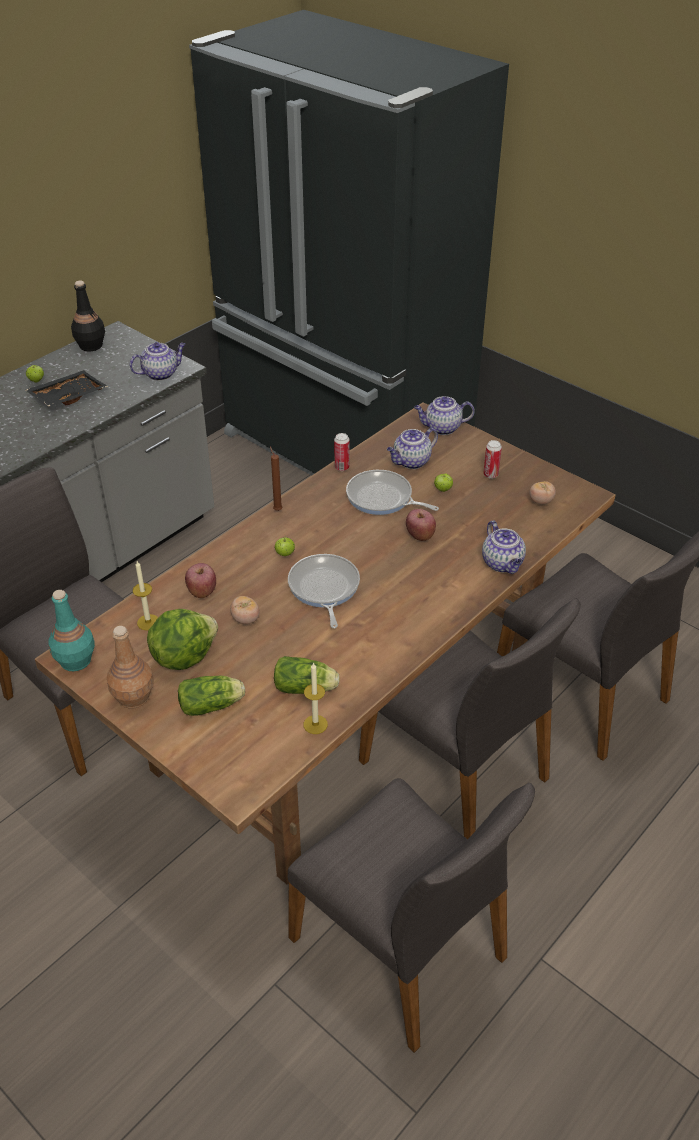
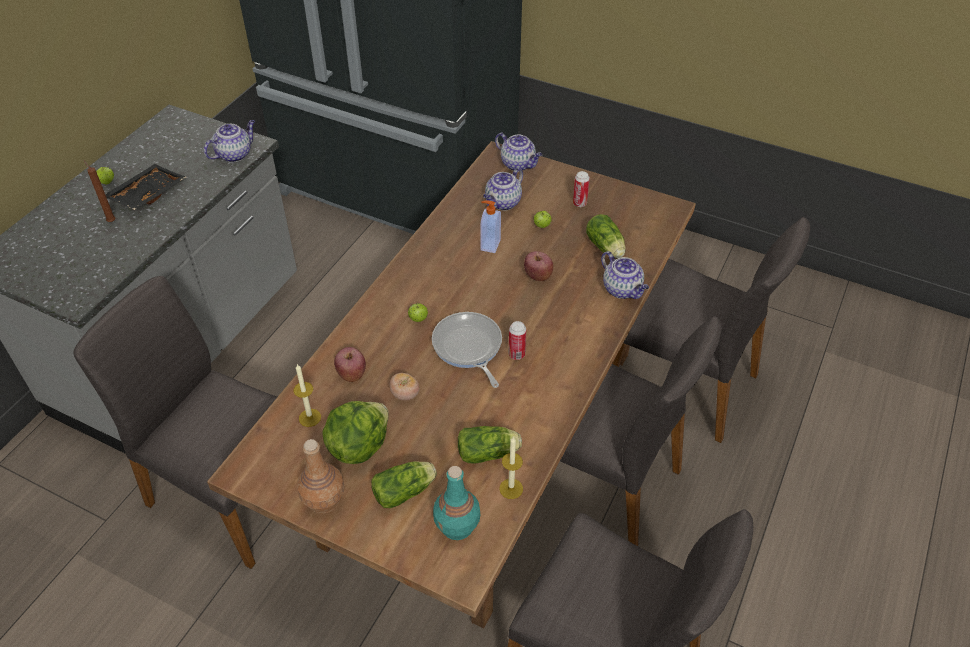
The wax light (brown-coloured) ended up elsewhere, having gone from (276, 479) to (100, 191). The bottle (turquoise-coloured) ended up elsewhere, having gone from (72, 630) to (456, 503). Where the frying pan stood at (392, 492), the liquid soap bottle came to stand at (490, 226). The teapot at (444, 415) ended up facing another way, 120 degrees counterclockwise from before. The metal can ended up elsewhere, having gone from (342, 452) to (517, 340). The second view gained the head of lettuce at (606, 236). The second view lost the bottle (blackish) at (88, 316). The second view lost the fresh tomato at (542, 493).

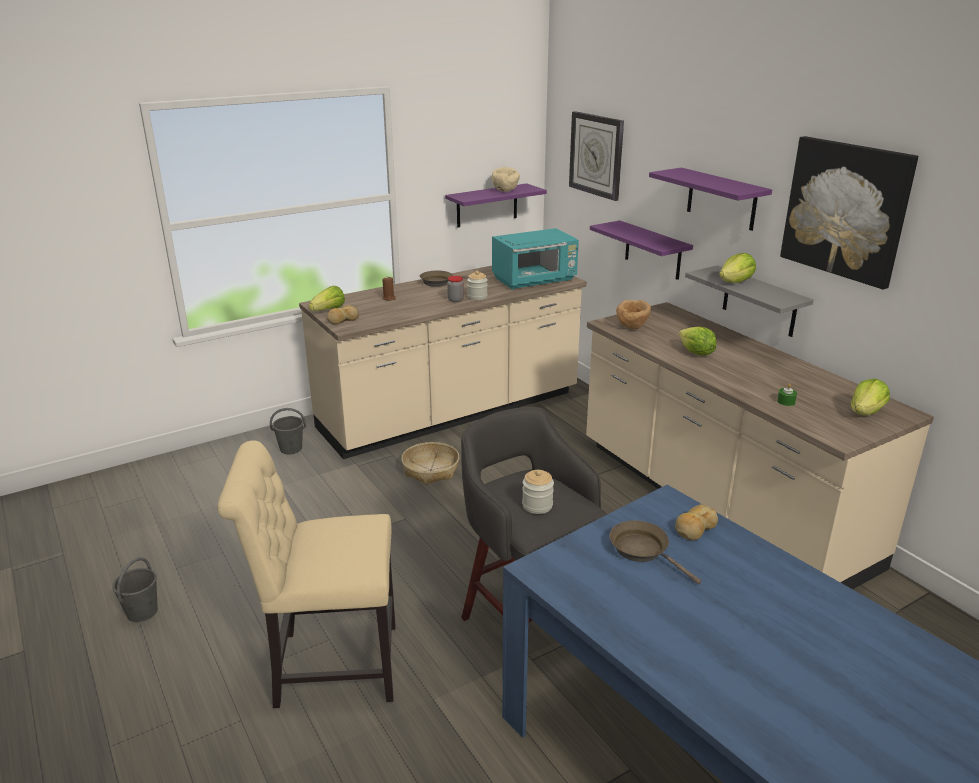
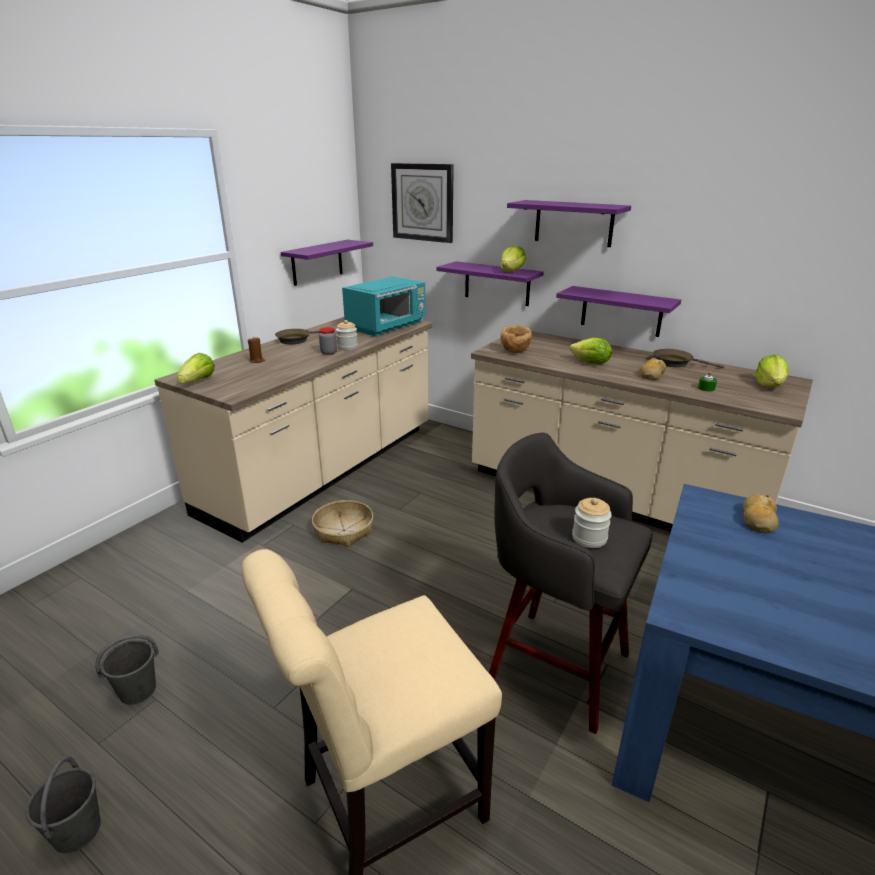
The bucket (grey) ended up elsewhere, having gone from (288, 431) to (127, 669). The head of lettuce ended up elsewhere, having gone from (737, 268) to (513, 259). What was the shelf (grey) at (749, 301) turned into the shelf (purple) at (618, 311). The bakery bread ended up elsewhere, having gone from (343, 314) to (653, 369). The frying pan (brown-coloured) ended up elsewhere, having gone from (655, 552) to (689, 358). The second view lost the serving bowl (beige-coloured) at (506, 179). The second view lost the wall art at (849, 212).

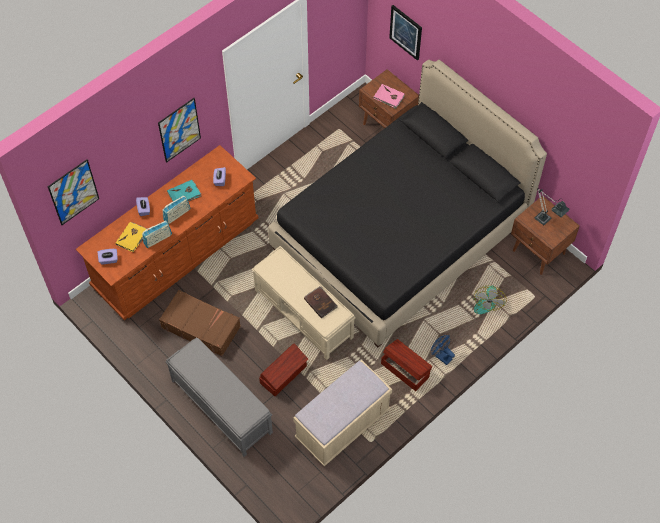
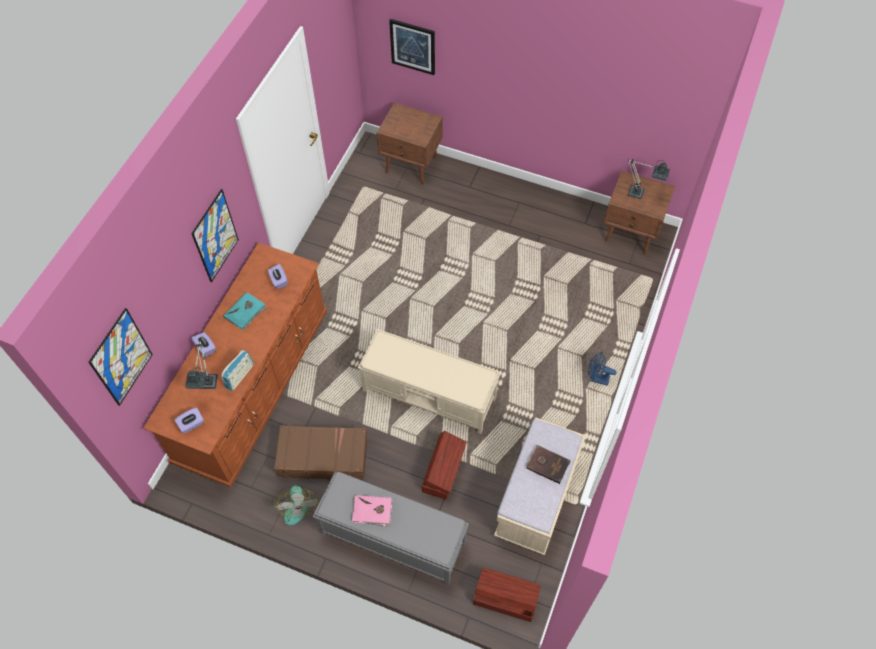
Where the volume (yellow) stood at (131, 237), the table lamp came to stand at (201, 364). The cooling fan ended up elsewhere, having gone from (490, 300) to (295, 505). The volume (pinkish) ended up elsewhere, having gone from (389, 96) to (372, 511). The storage container (brown-coloured) ended up elsewhere, having gone from (407, 365) to (507, 594). The volume (brown-coloured) ended up elsewhere, having gone from (320, 302) to (548, 464). The second view lost the radio receiver at (176, 209). The second view lost the sleeping bed (blackish) at (407, 203).

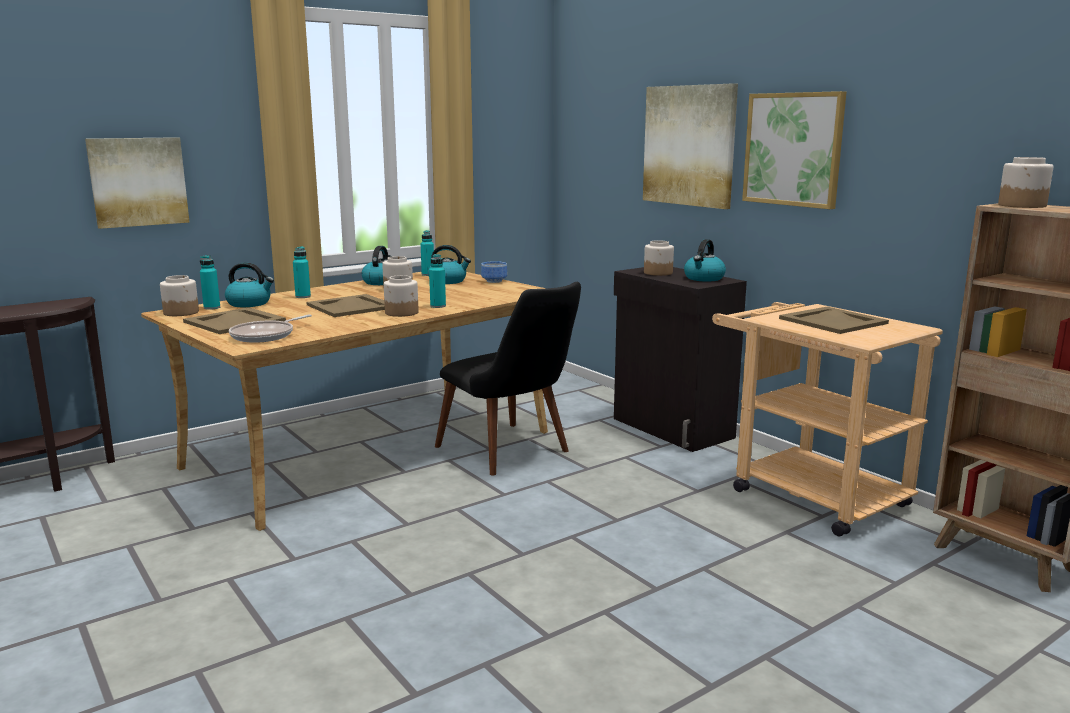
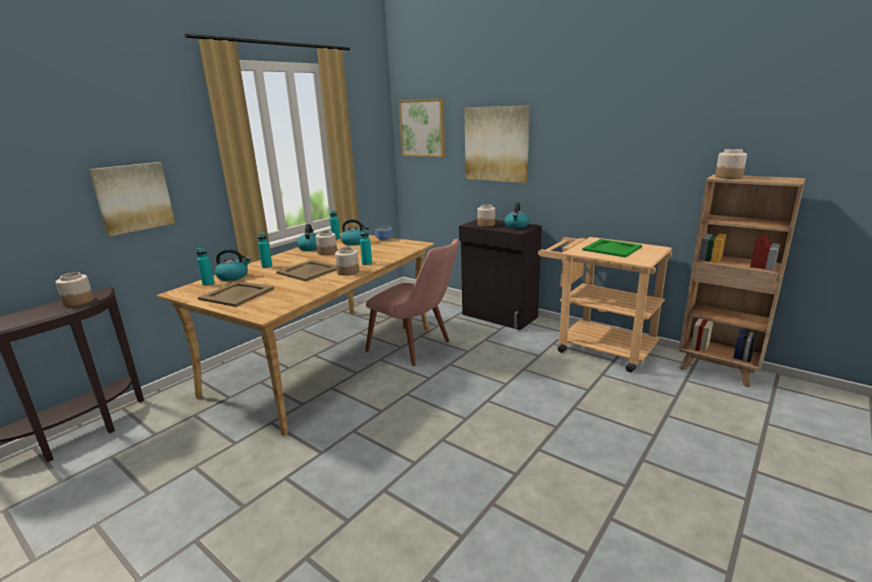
The storage jar ended up elsewhere, having gone from (179, 295) to (74, 289). What was the chair (blackish) at (508, 379) turned into the chair (pinkish) at (412, 302). The wall art ended up elsewhere, having gone from (794, 150) to (422, 128). What was the serving tray (beige-coloured) at (834, 320) turned into the serving tray (green) at (612, 248). The second view lost the frying pan at (270, 328).

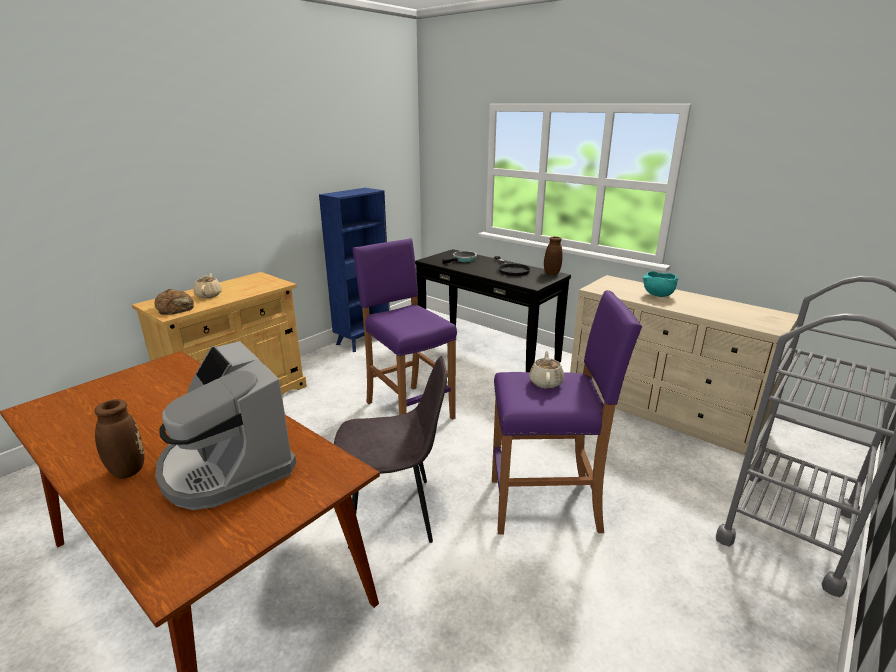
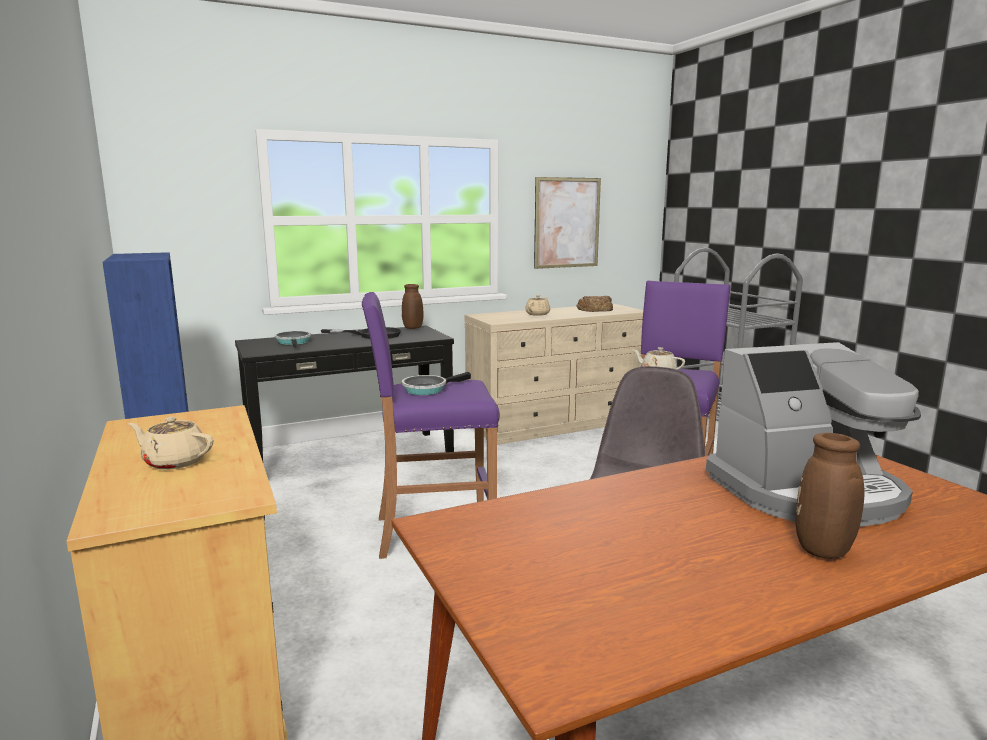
The second view gained the frying pan at (436, 383). Where the serving bowl (turquoise-coloured) stood at (661, 284), the teapot (beige-coloured) came to stand at (537, 305). The second view gained the wall art at (567, 223). The bakery bread ended up elsewhere, having gone from (174, 302) to (594, 304).

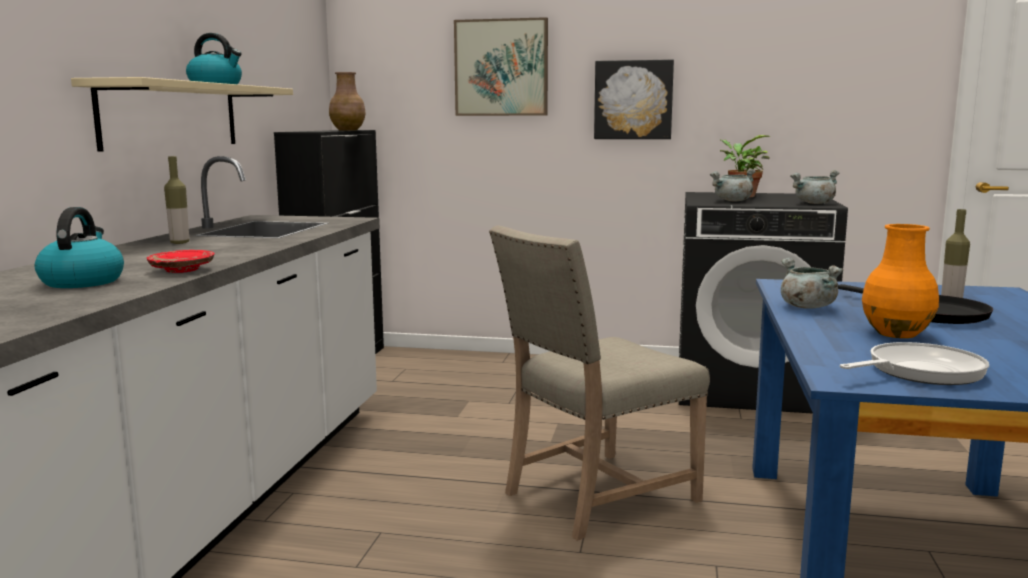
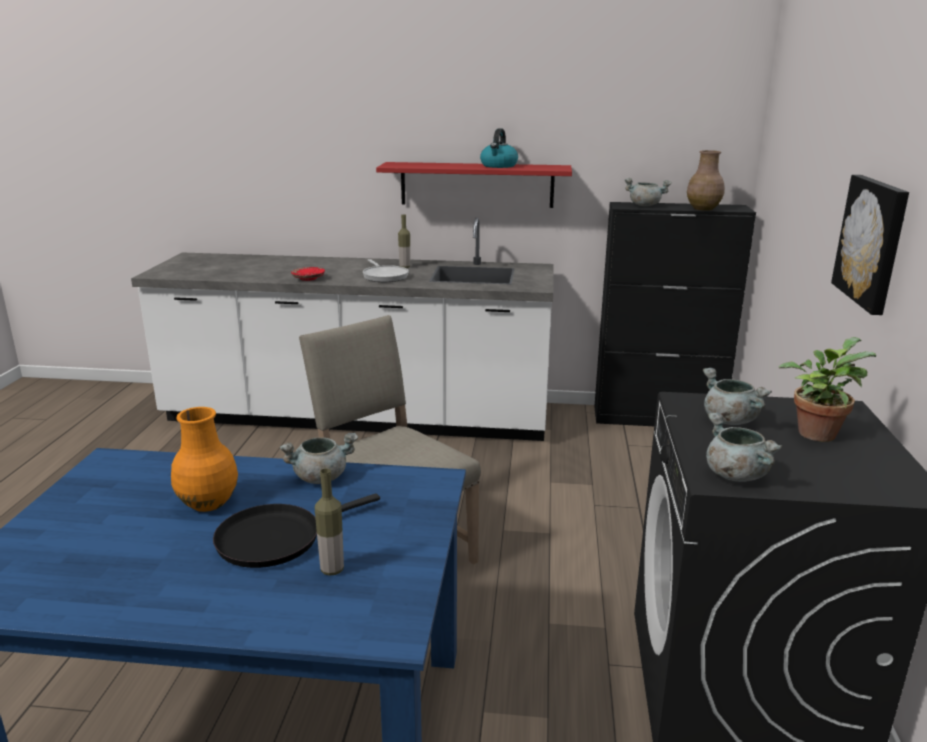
The frying pan ended up elsewhere, having gone from (914, 363) to (386, 270). What was the shelf (beige-coloured) at (182, 114) turned into the shelf (red-coloured) at (474, 185). The second view gained the saucepot (grey) at (648, 192). The second view lost the water kettle at (79, 247). The second view lost the wall art at (501, 66).

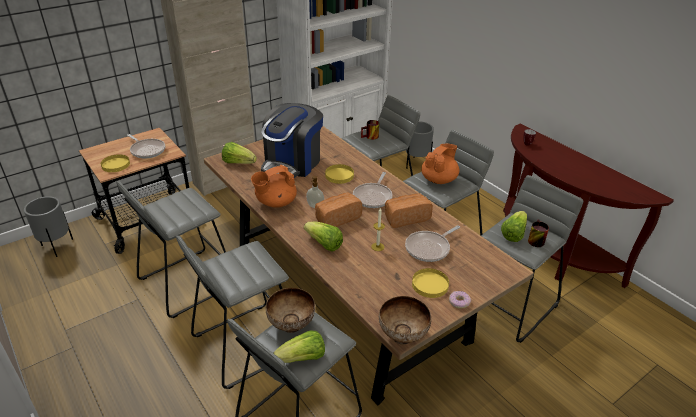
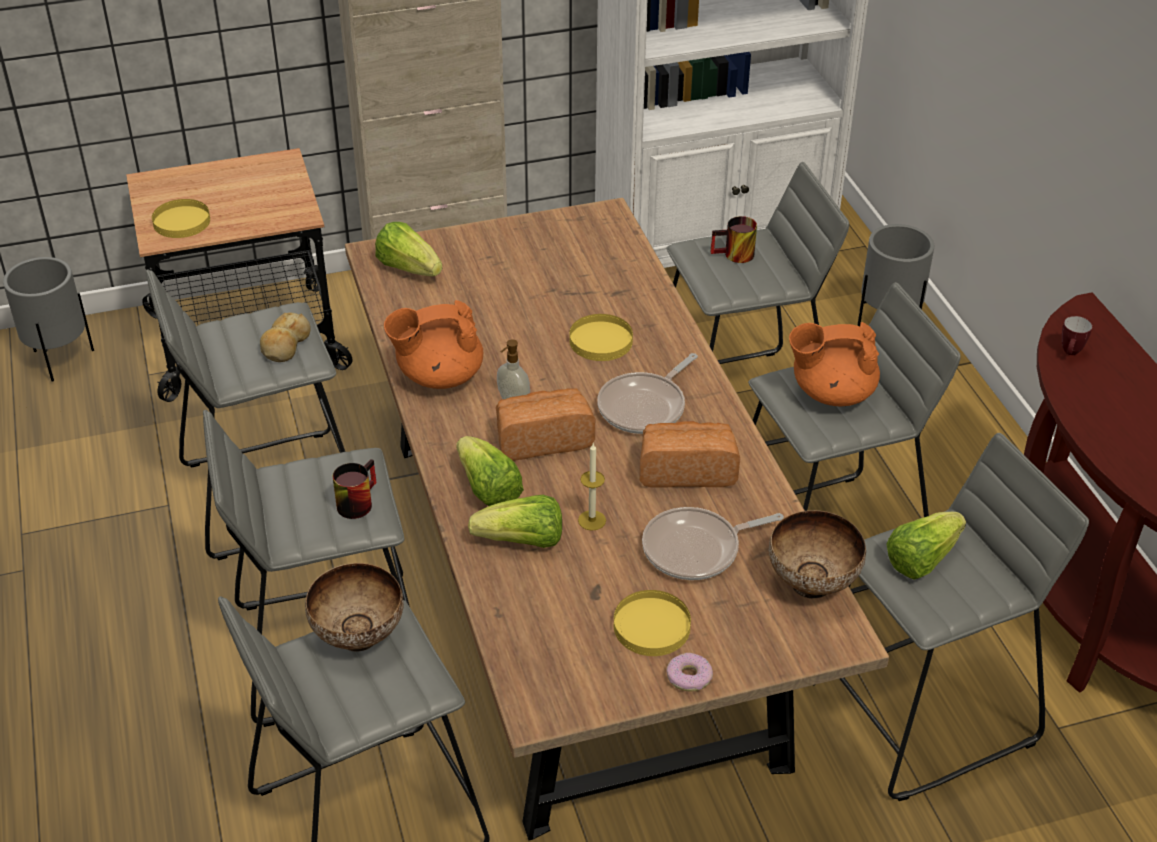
The second view gained the bakery bread at (285, 337). The coffee mug ended up elsewhere, having gone from (538, 233) to (354, 489). The head of lettuce ended up elsewhere, having gone from (299, 347) to (515, 521). The serving bowl ended up elsewhere, having gone from (405, 320) to (817, 554). The teapot (orange-coloured) at (440, 164) ended up facing another way, 150 degrees counterclockwise from before. The second view lost the frying pan at (146, 146). The second view lost the coffee maker at (292, 140).

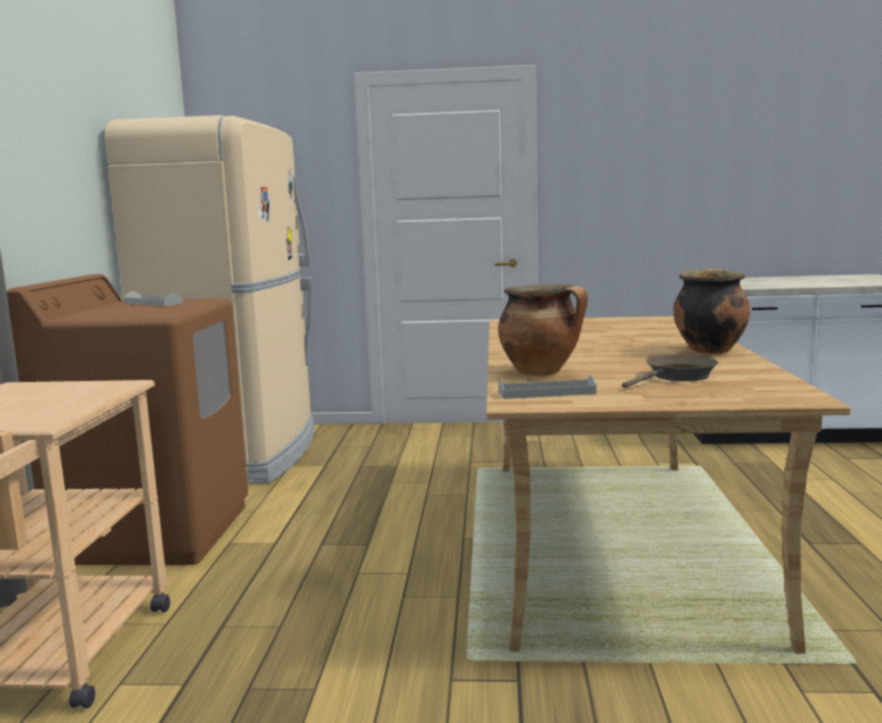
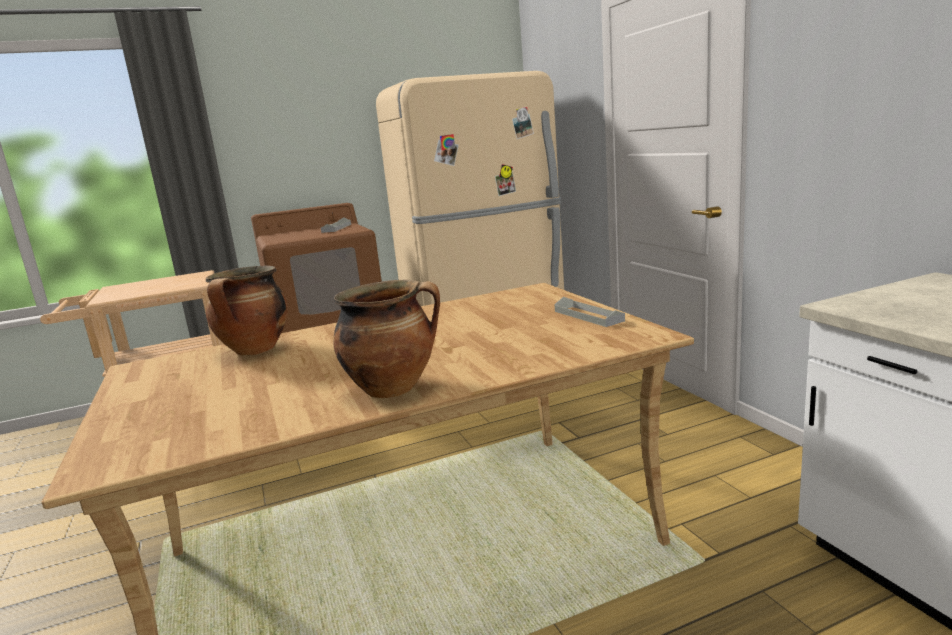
The serving tray (grey) ended up elsewhere, having gone from (547, 387) to (590, 312). The second view lost the frying pan (brown-coloured) at (670, 371).

